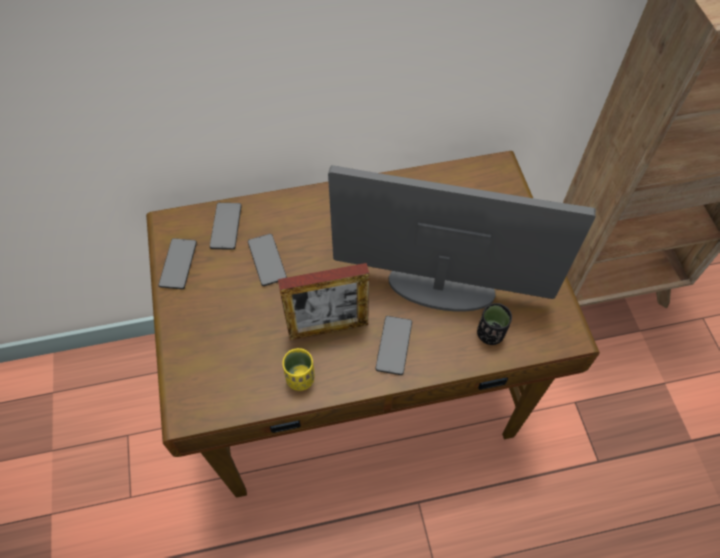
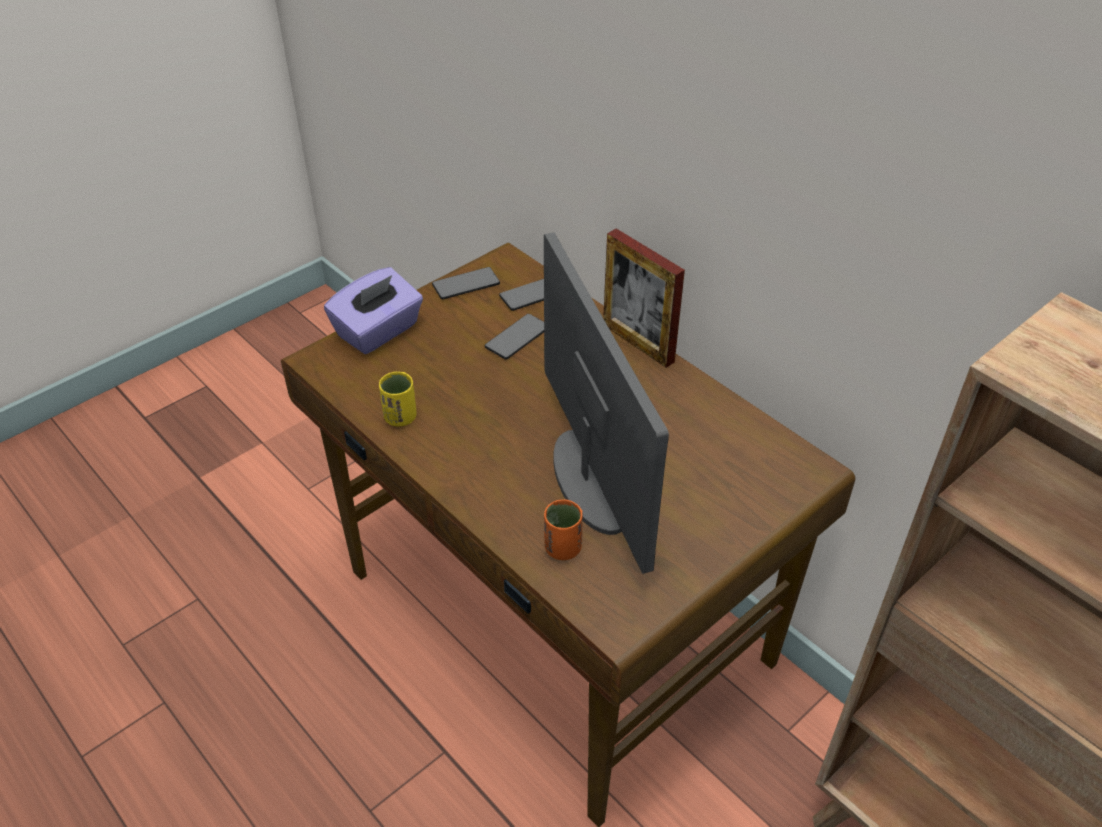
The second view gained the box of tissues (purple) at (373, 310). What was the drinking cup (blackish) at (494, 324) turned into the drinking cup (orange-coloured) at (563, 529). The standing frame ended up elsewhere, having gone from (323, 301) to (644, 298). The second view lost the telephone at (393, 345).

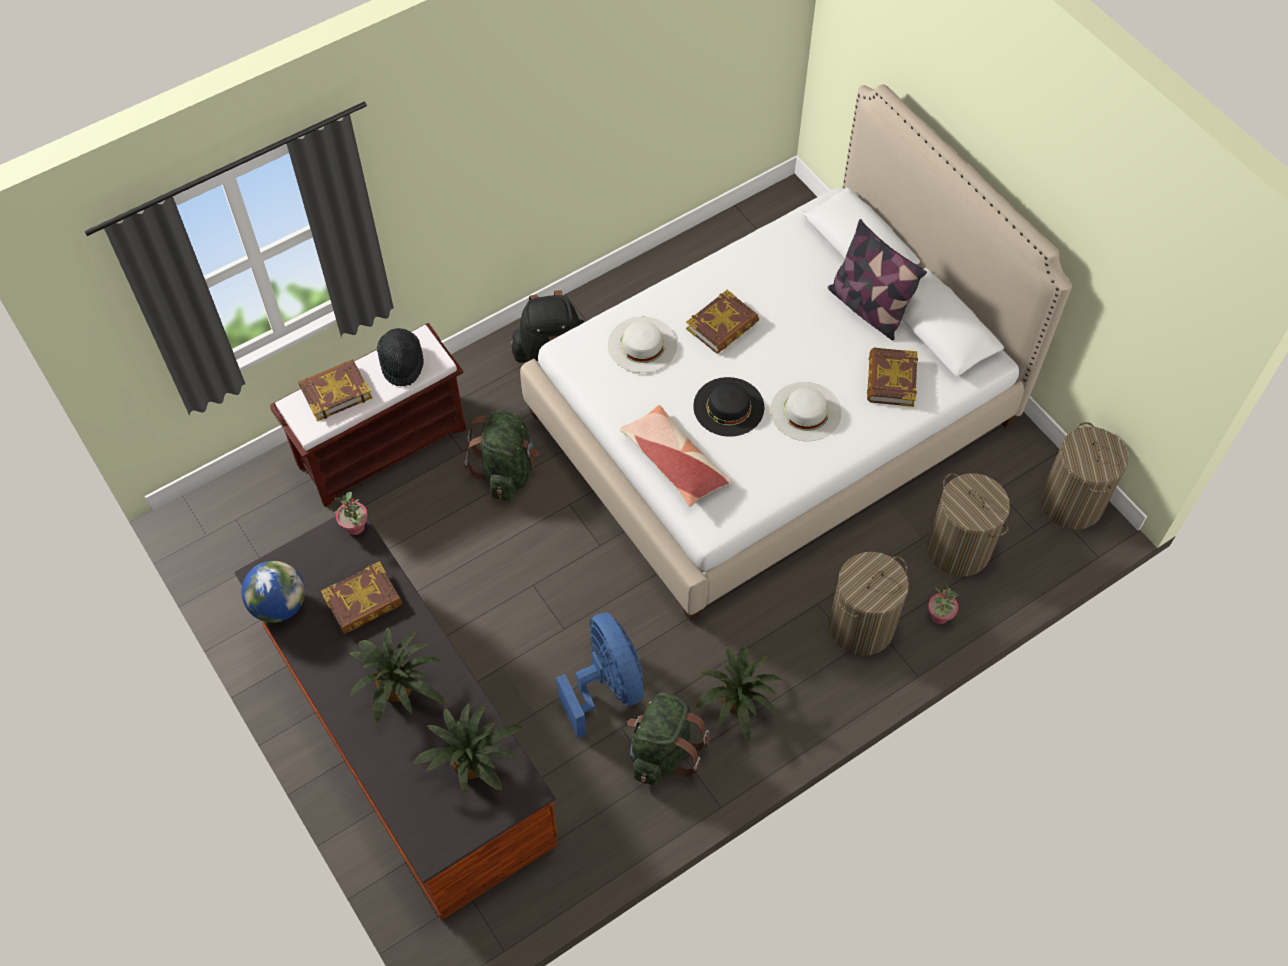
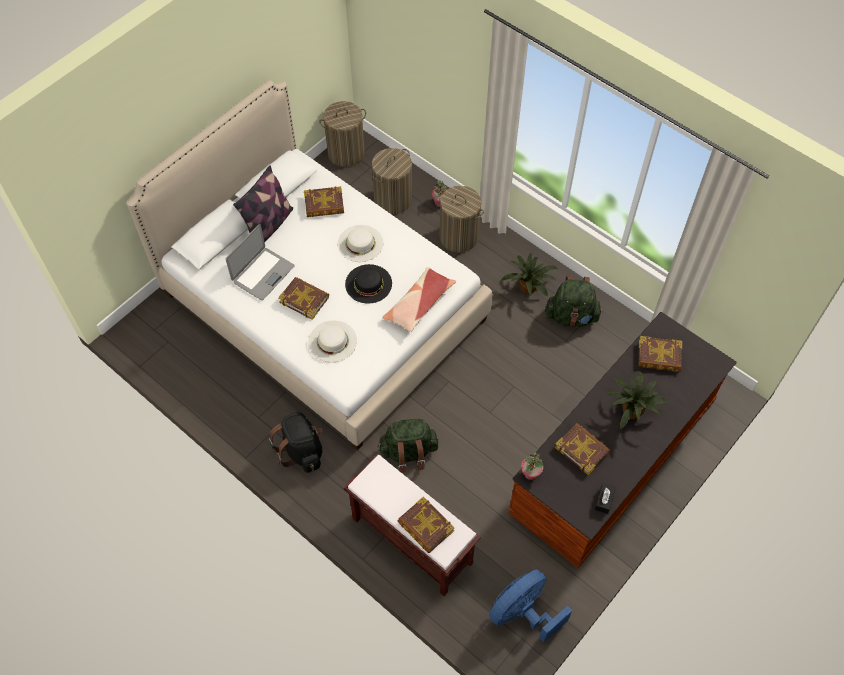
The second view gained the laptop at (260, 262). The cooling fan (blue-coloured) ended up elsewhere, having gone from (600, 675) to (530, 606). Where the globe stood at (273, 592), the box of tissues (blackish) came to stand at (605, 498). Where the houseplant stood at (468, 749), the volume came to stand at (660, 354). The second view lost the hat (blackish) at (400, 357).

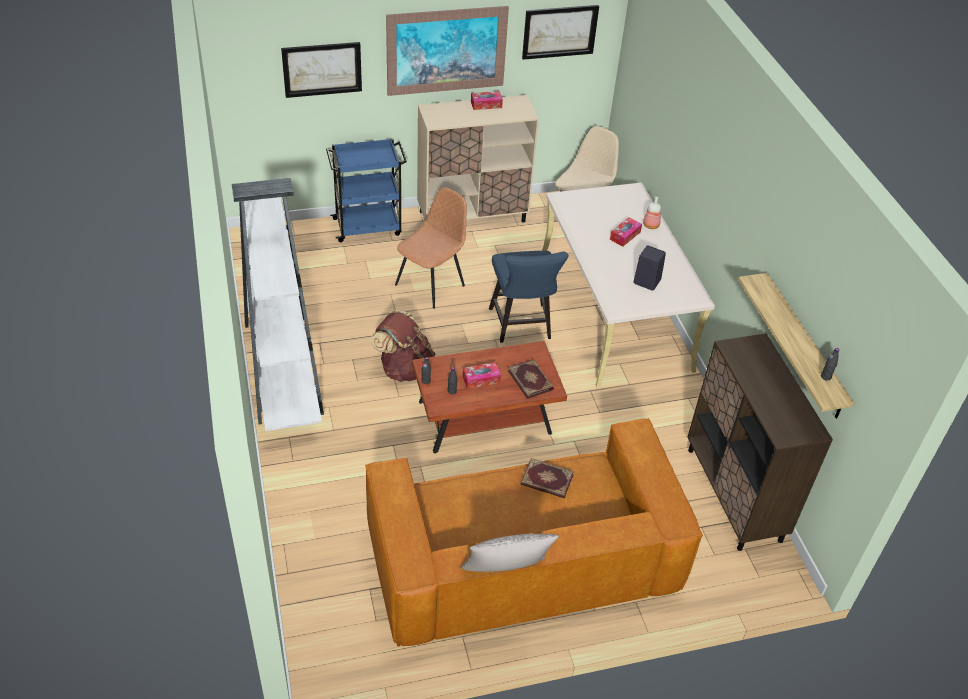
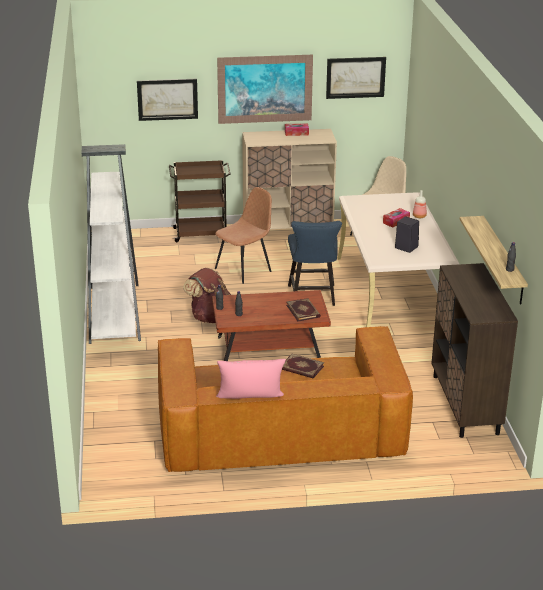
What was the wheeled cart (blue-coloured) at (366, 190) turned into the wheeled cart (brown-coloured) at (199, 201). What was the pillow (grey) at (509, 553) turned into the pillow (pinkish) at (251, 379). The second view lost the box of tissues at (481, 375).

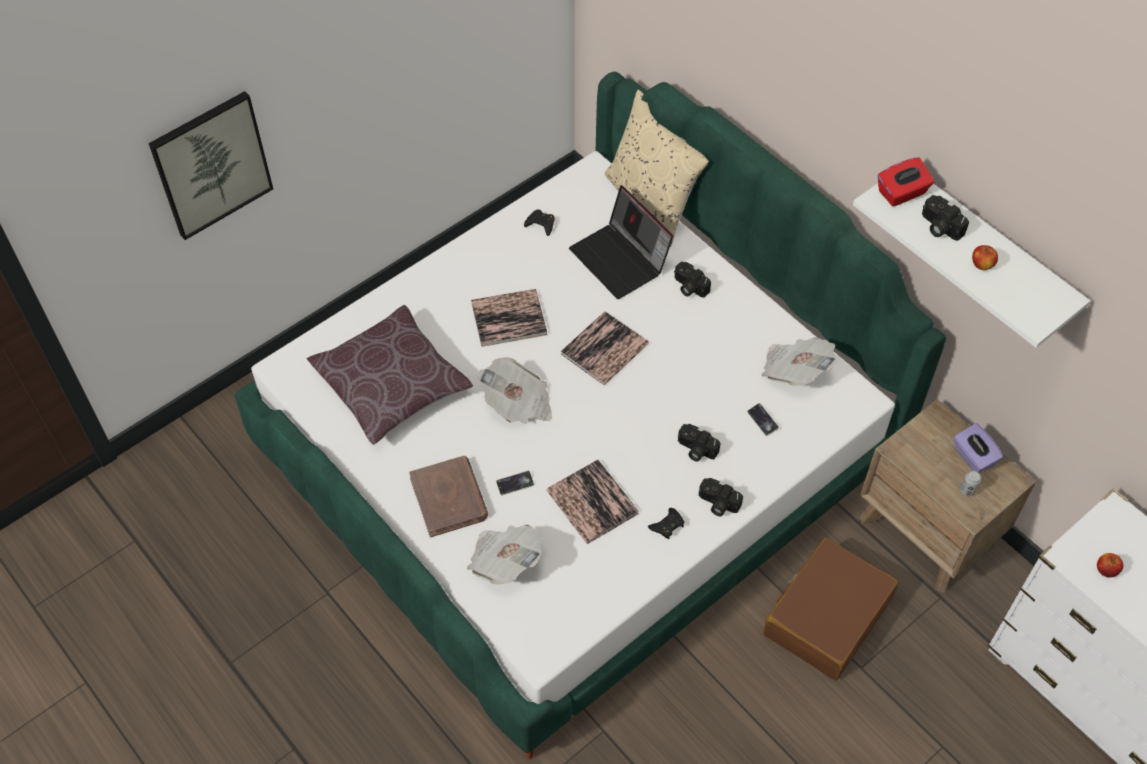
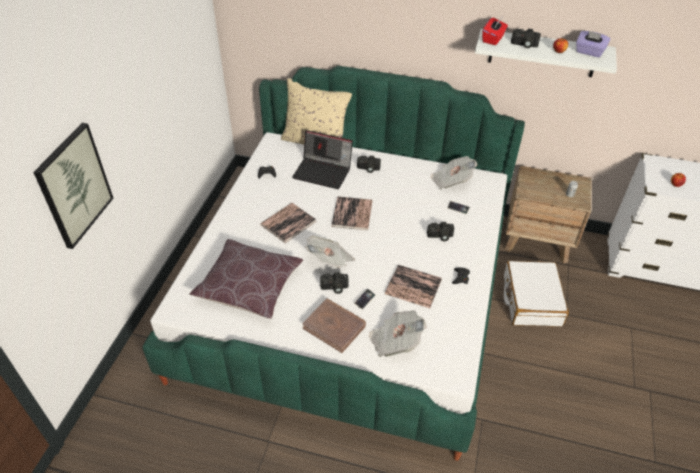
The photo camera ended up elsewhere, having gone from (721, 497) to (334, 283). What was the travel case (brown-coloured) at (830, 609) turned into the travel case (white) at (536, 294). The box of tissues (purple) ended up elsewhere, having gone from (978, 448) to (593, 44).

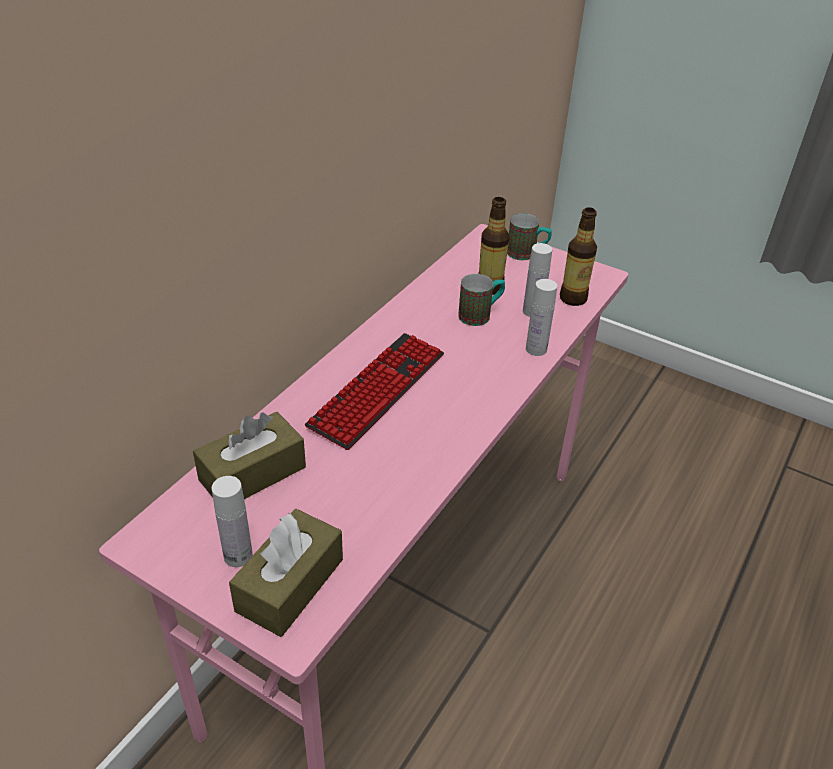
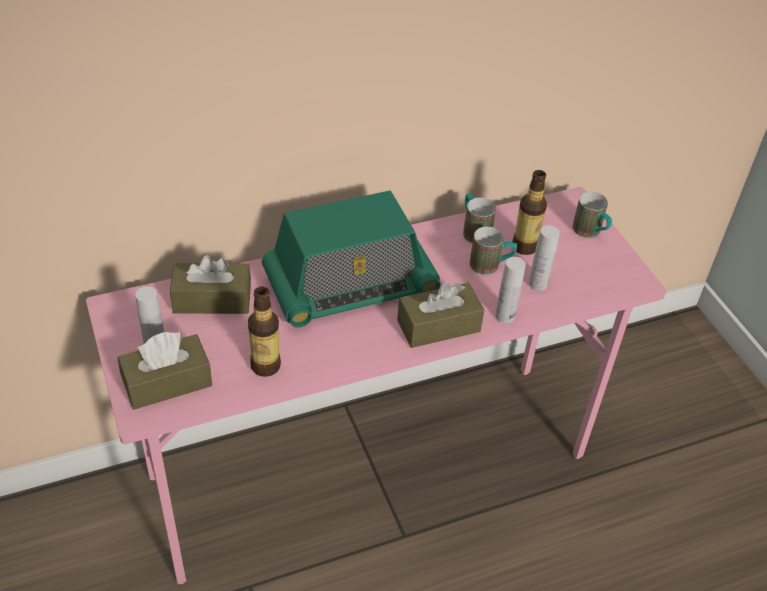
The bottle ended up elsewhere, having gone from (578, 256) to (264, 332). Where the PC keyboard stood at (374, 391), the radio receiver came to stand at (351, 259). The second view gained the box of tissues (brown-coloured) at (440, 315). The second view gained the coffee mug at (479, 218).

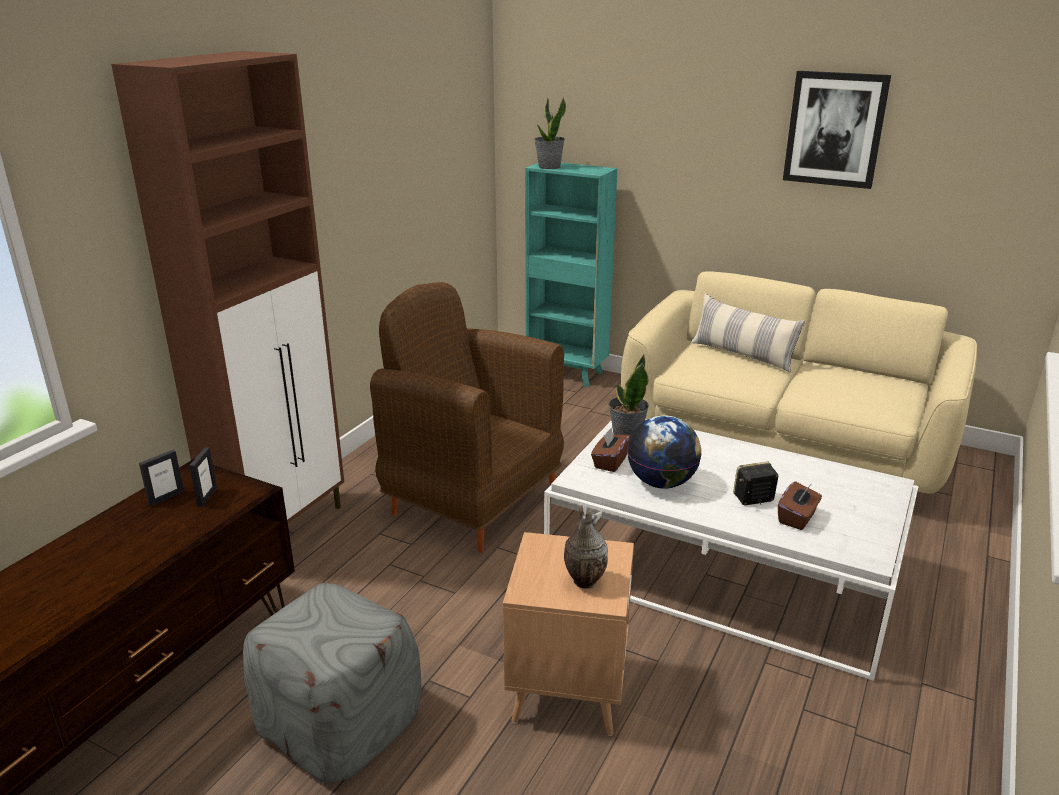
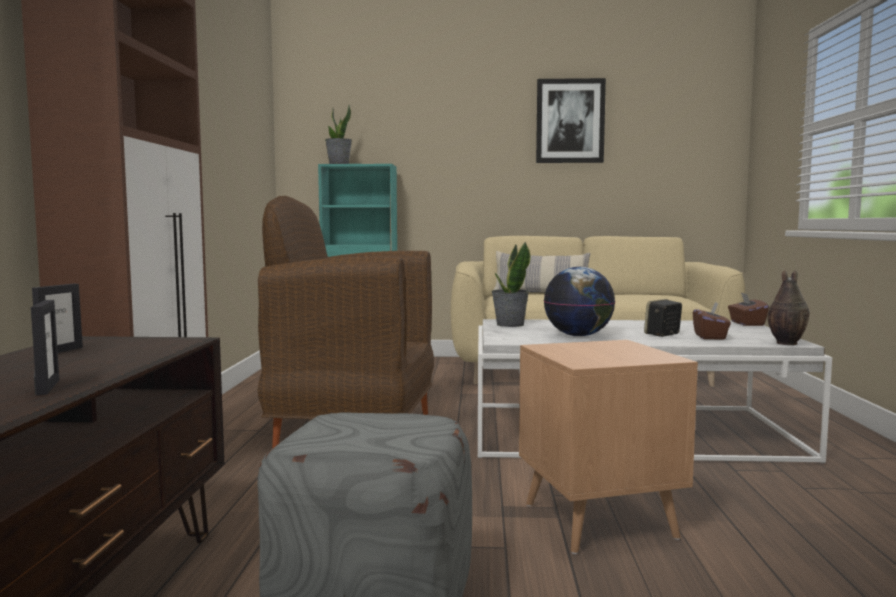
The standing frame ended up elsewhere, having gone from (203, 477) to (45, 347). The box of tissues (brown-coloured) ended up elsewhere, having gone from (611, 450) to (748, 309). The flower vase ended up elsewhere, having gone from (586, 547) to (788, 307).

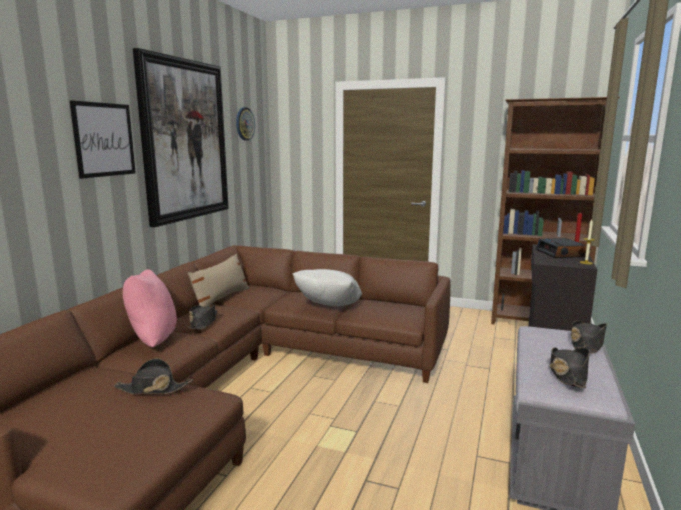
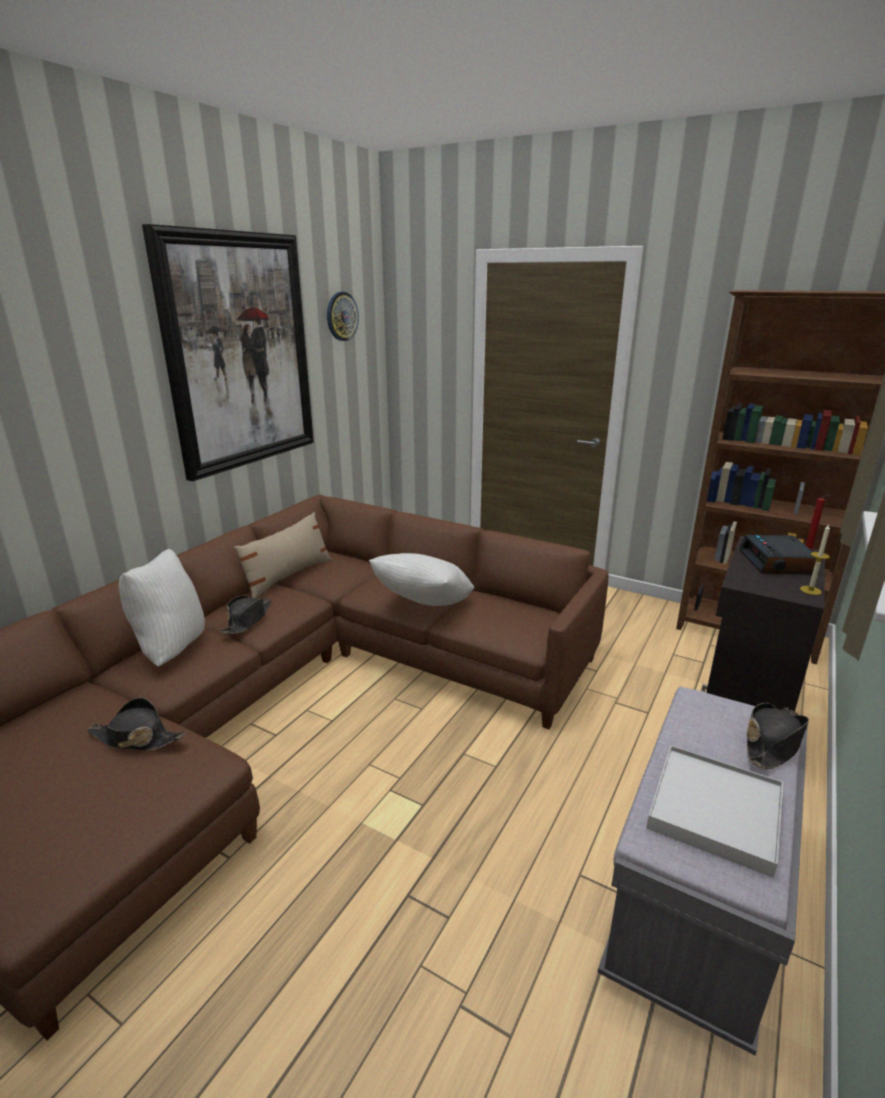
What was the pillow (pinkish) at (150, 308) turned into the pillow (white) at (162, 608). Where the hat (blackish) stood at (570, 367), the serving tray (white) came to stand at (714, 811). The second view lost the wall art at (103, 139).

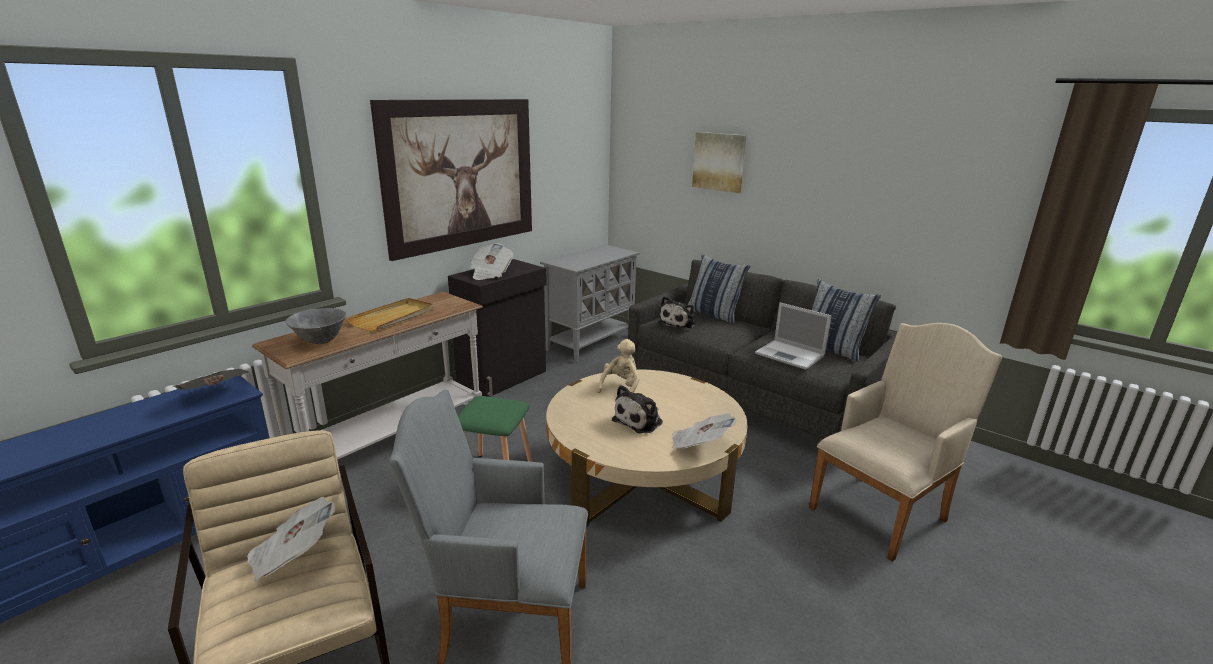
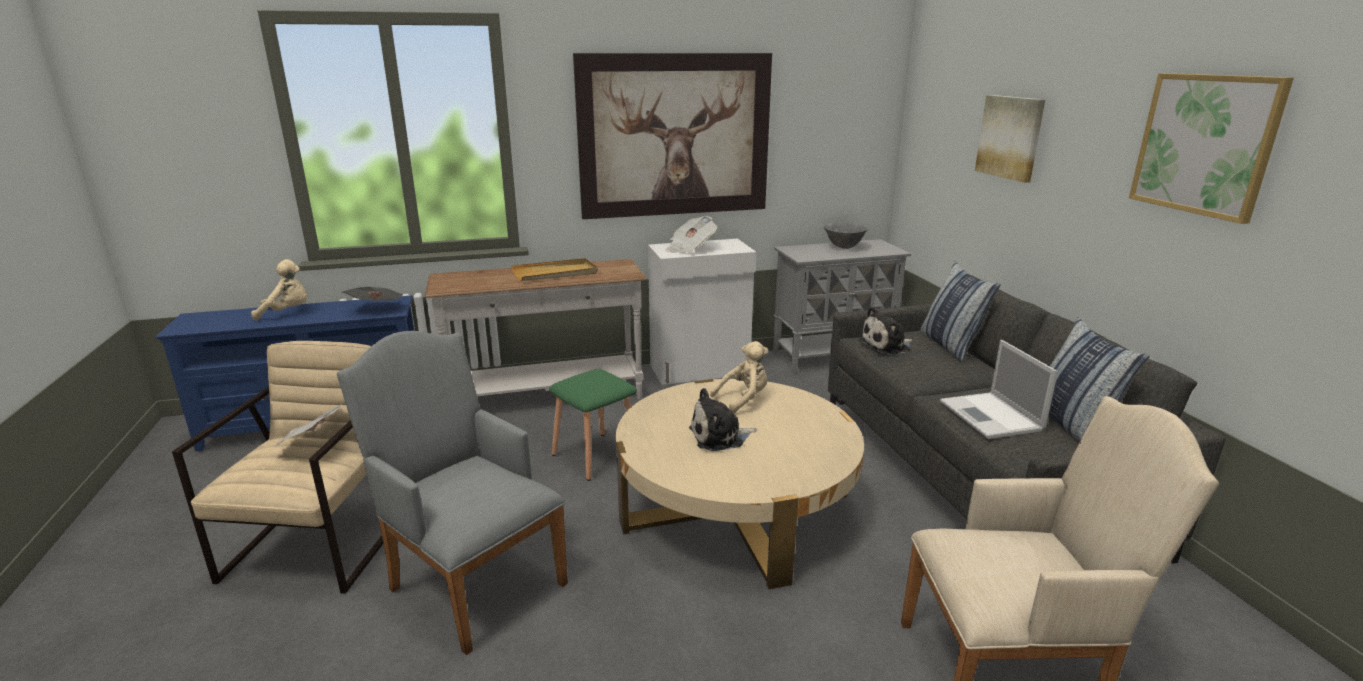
The second view gained the soft toy (beige-coloured) at (279, 290). What was the cabinet (blackish) at (497, 328) turned into the cabinet (white) at (702, 312). The serving bowl (grey) ended up elsewhere, having gone from (316, 326) to (846, 235). The second view gained the wall art at (1211, 148). The second view lost the newspaper at (704, 431).

